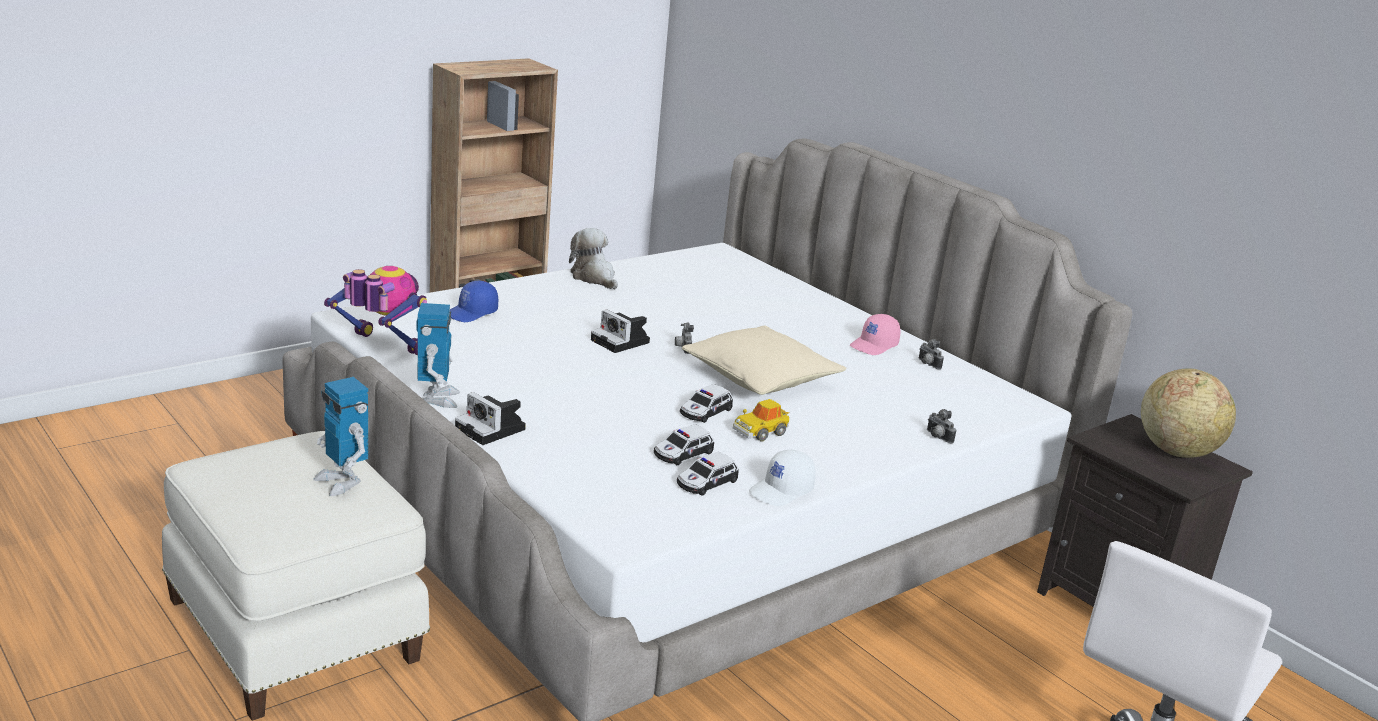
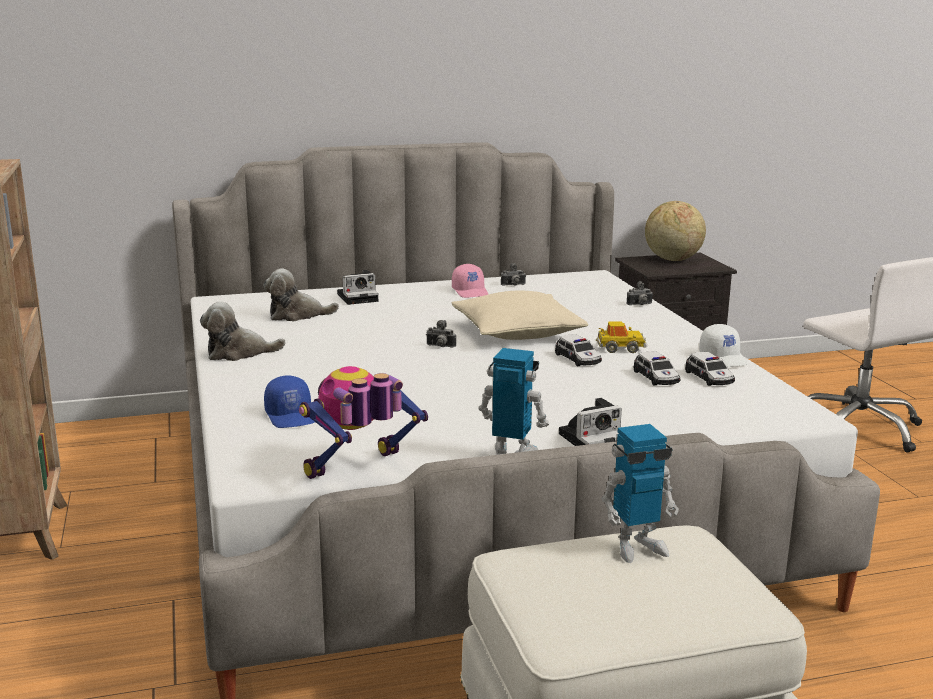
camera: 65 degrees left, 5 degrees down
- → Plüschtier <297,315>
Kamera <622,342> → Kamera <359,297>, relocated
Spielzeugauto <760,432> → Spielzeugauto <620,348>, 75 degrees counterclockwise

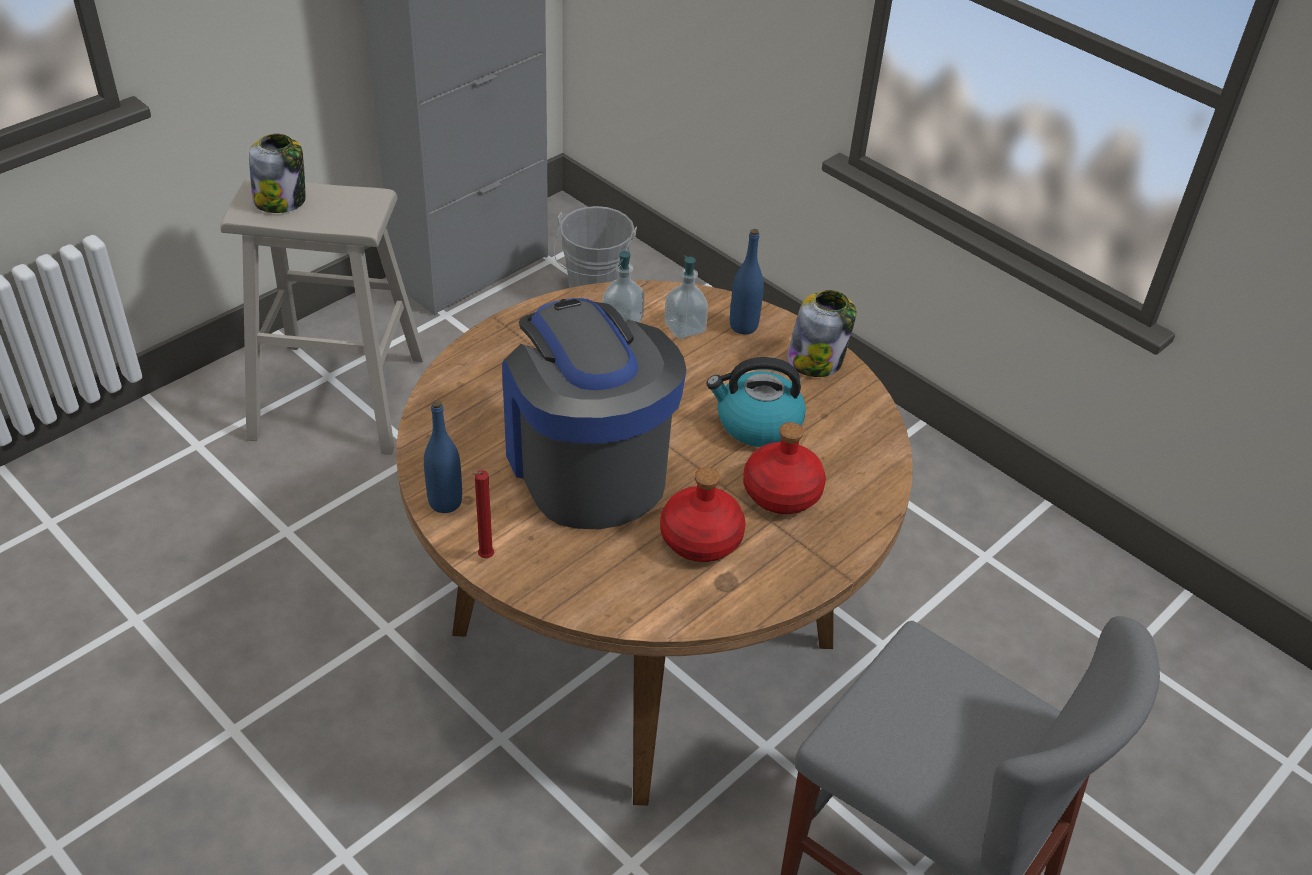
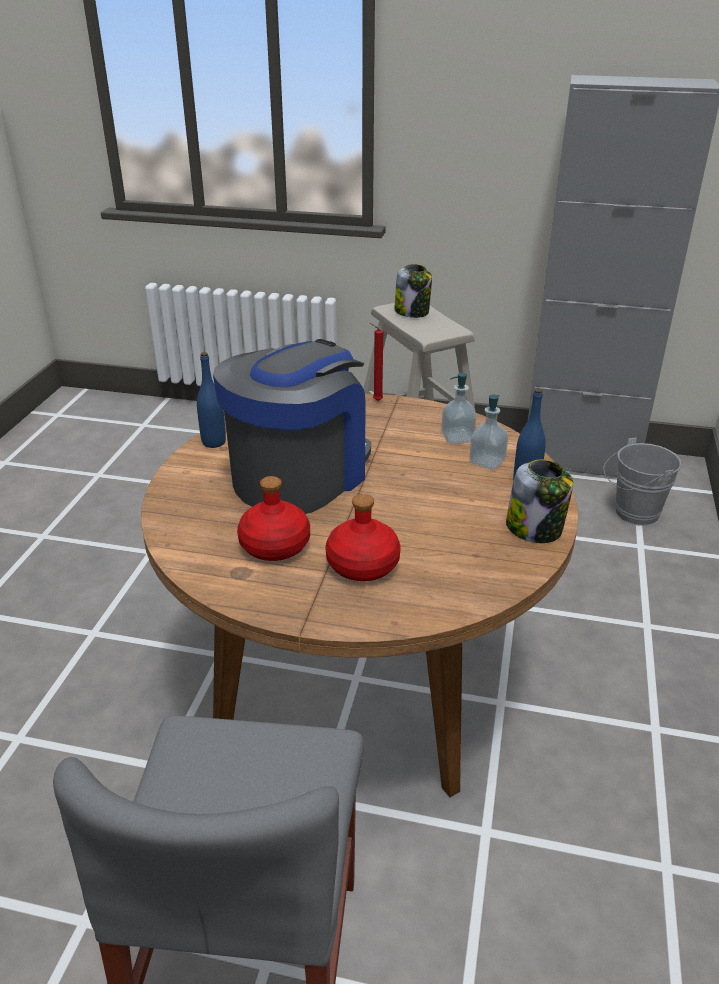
camera: 60 degrees right, 10 degrees down
Kerze [rot] <484,558> → Kerze [rot] <376,401>, relocated
Wasserkessel <757,423> → -

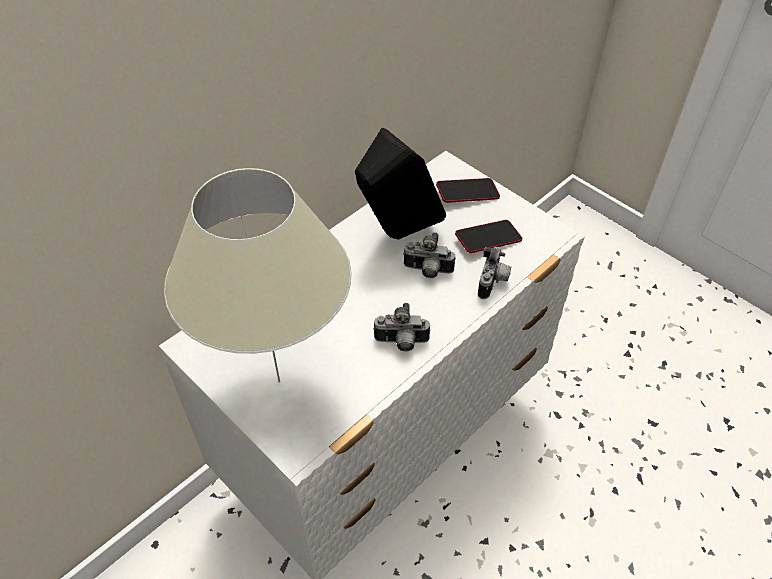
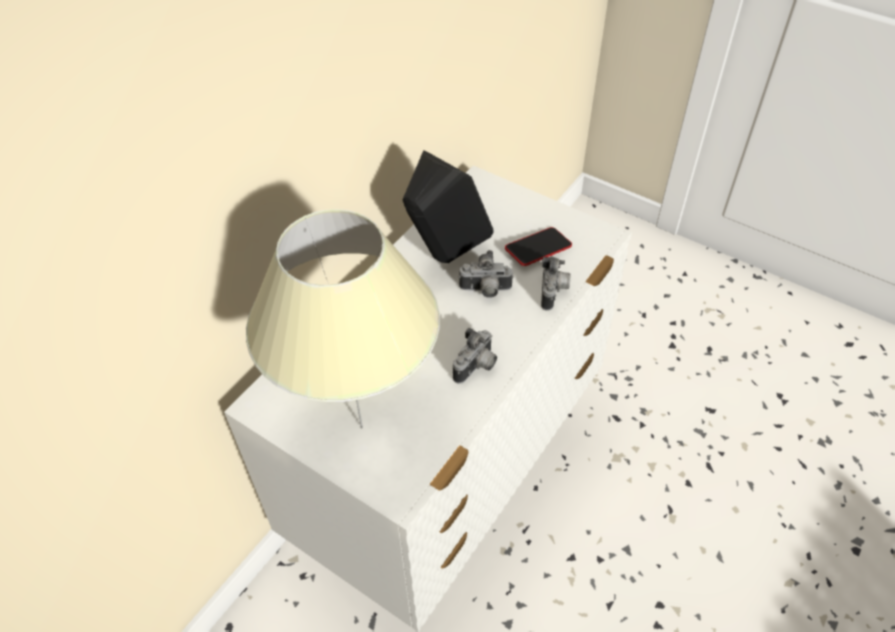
camera: 10 degrees left, 0 degrees up
Kamera <401,343> → Kamera <477,367>, 45 degrees counterclockwise
Handy <467,194> → -

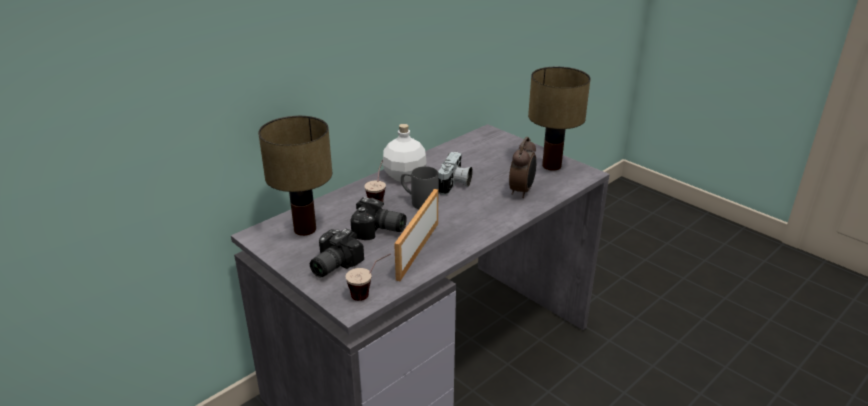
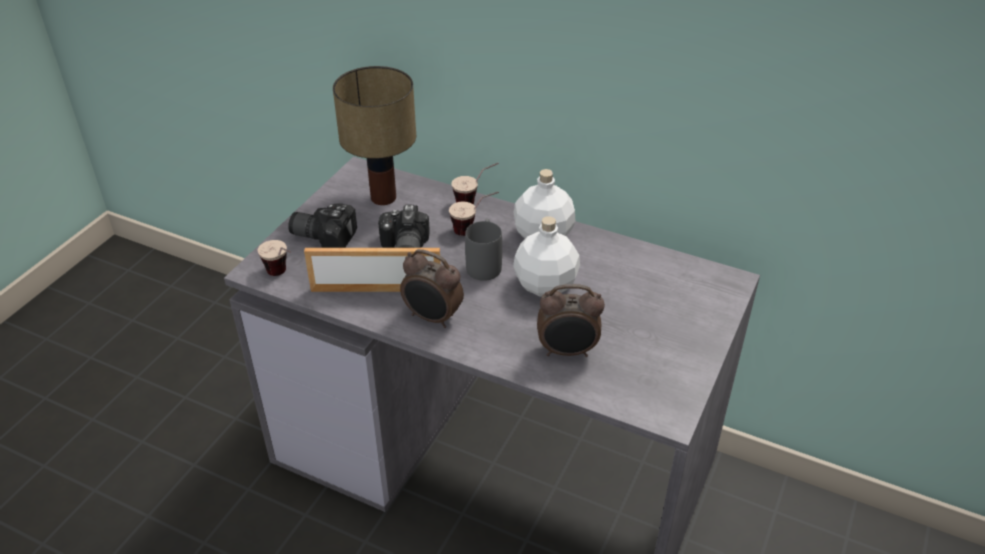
camera: 70 degrees right, 10 degrees up
- → Wecker <432,318>
- → Tasse <475,202>
Kamera <455,185> → Flasche [weiß] <546,284>
Tischlampe <551,166> → -

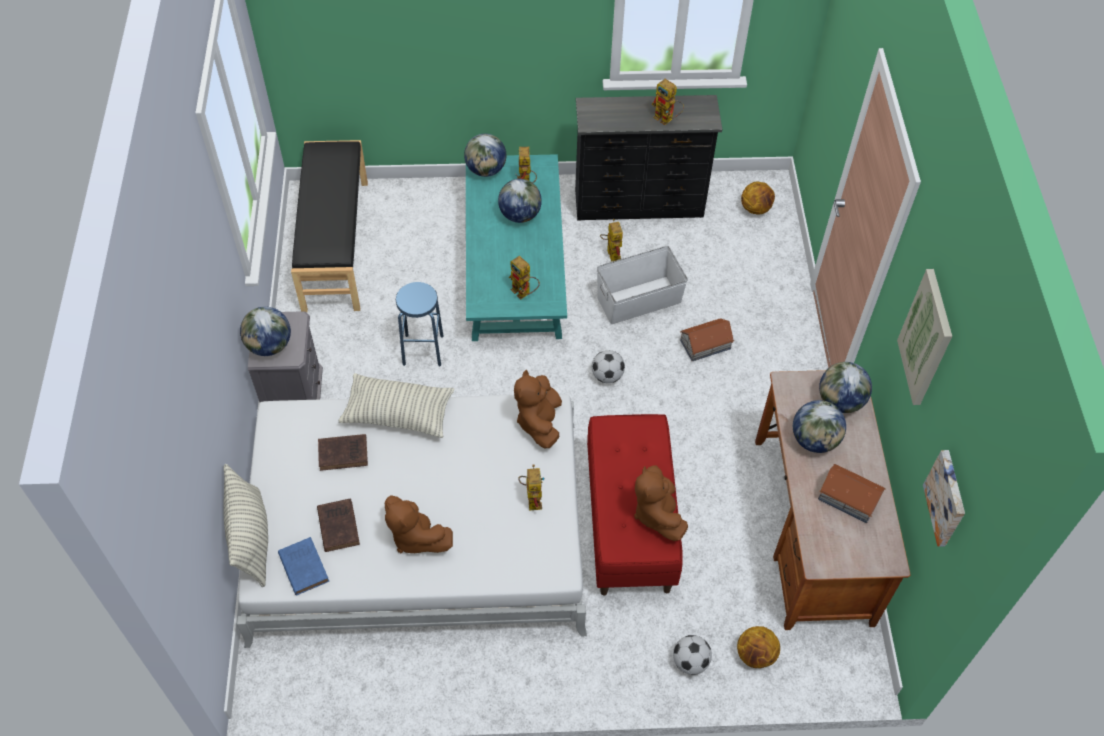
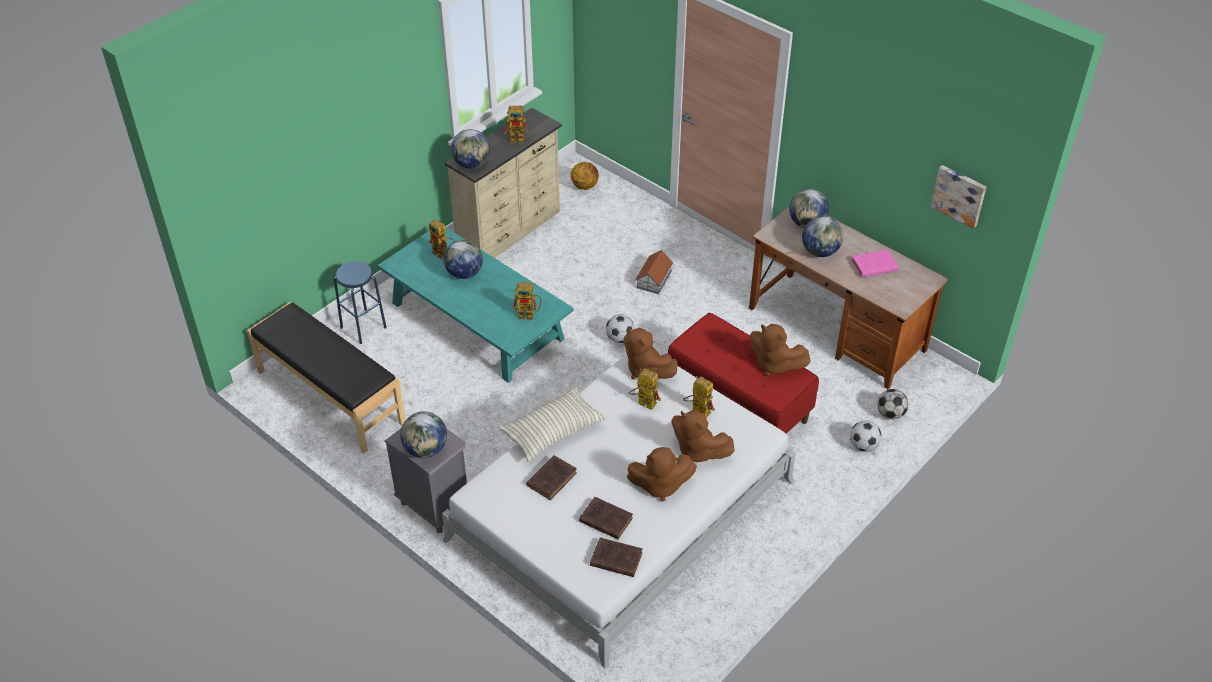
camera: 45 degrees left, 10 degrees down
Hocker [blau] <423,350> → Hocker [blau] <363,327>, relocated
Kommode [schwarz] <639,205> → Kommode [beige] <510,231>
Globus <486,170> → Globus <472,164>, relocated
Buch [blau] <303,566> → Buch [braun] <615,559>
Spielzeugroboter <611,252> → Spielzeugroboter <642,403>, relocated
- → Plüschtier [braun] <697,451>
Spielzeughaus <848,497> → Buch [rosa] <873,266>
Basketball <755,655> → Fußball <890,414>
Kissen <251,538> → -
Aufbewahrungsbox [weiß] <639,300> → -
Bild <926,338> → -

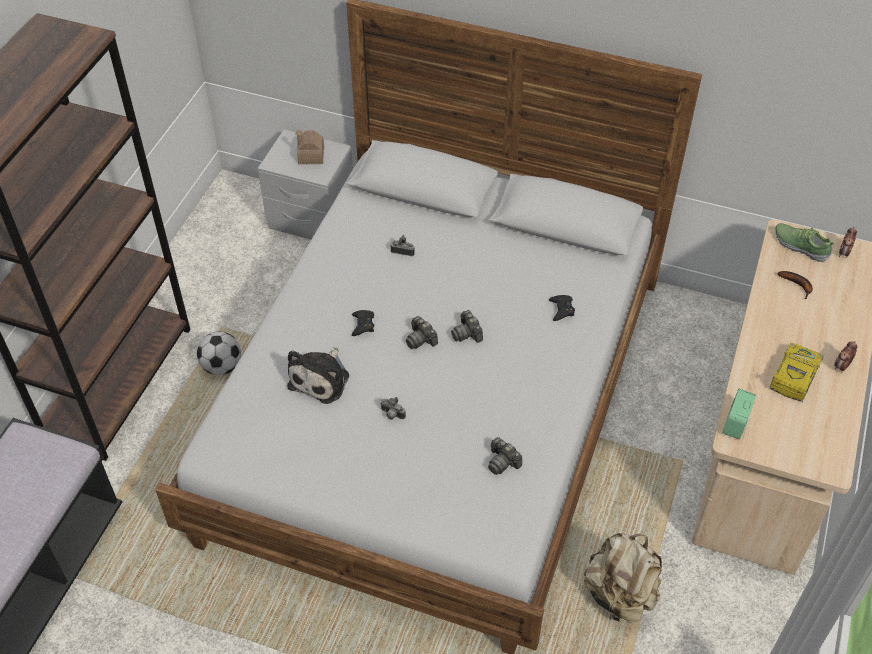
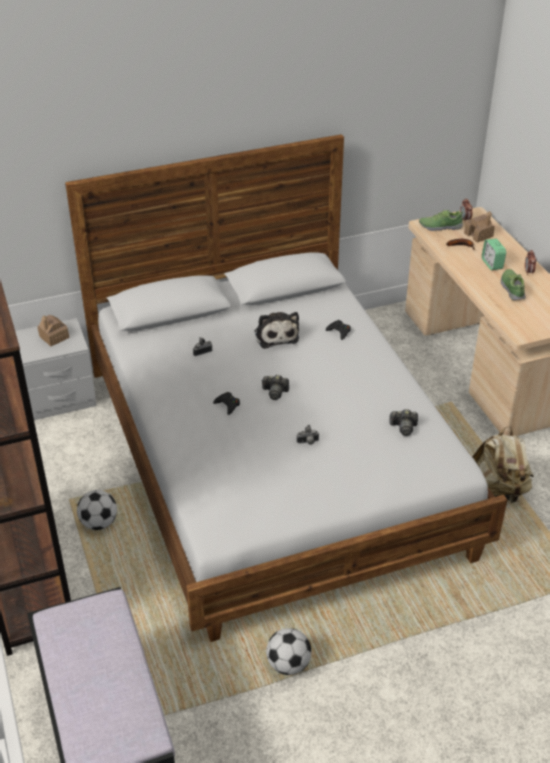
camera: 40 degrees left, 10 degrees down
Plüschtier <321,379> → Plüschtier <275,335>, relocated
- → Fußball <288,664>
- → Spielzeughaus <478,235>
Wecker <735,424> → Wecker <492,264>, relocated
Spielzeugauto <794,376> → Schuh <512,289>
Kamera <467,333> → -

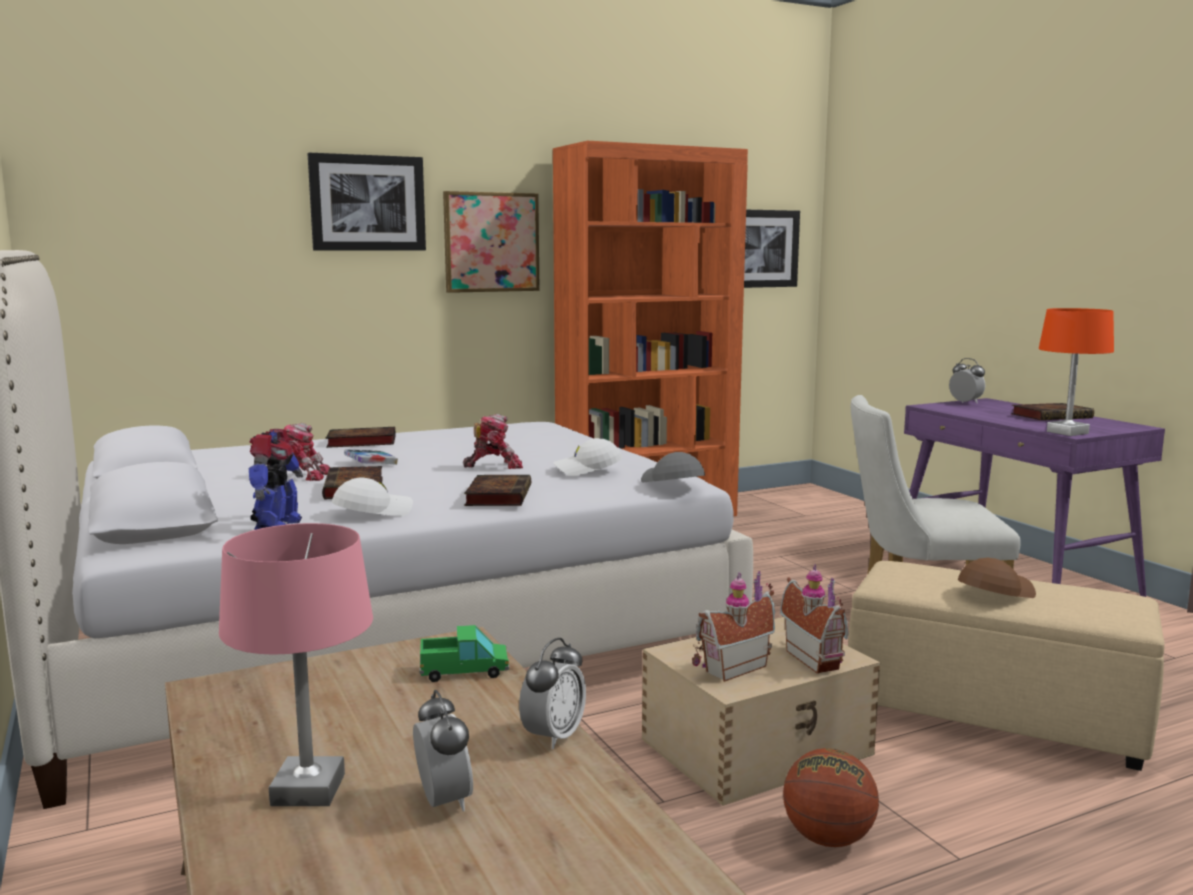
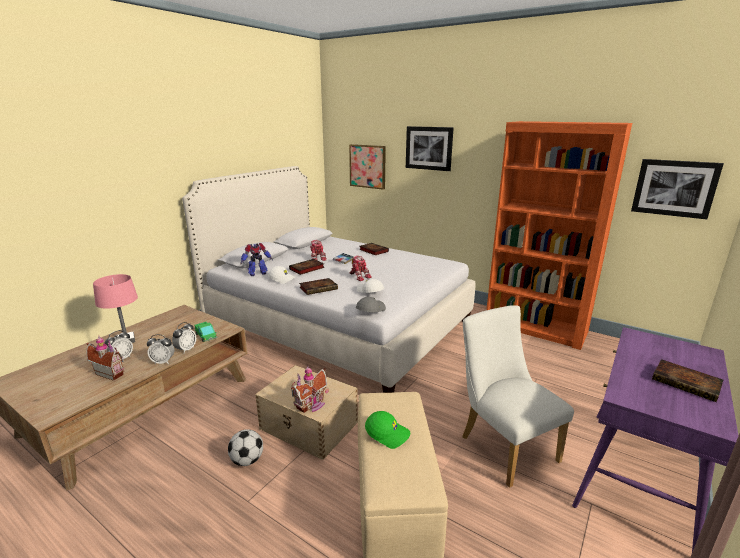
camera: 60 degrees right, 10 degrees up
Spielzeughaus <731,667> → Spielzeughaus <111,373>, relocated
Wecker <965,402> → Wecker <186,349>, relocated
Basketball <828,838> → Fußball <247,460>
Bild <491,242> → Bild <367,166>, relocated
Kappe [braun] <994,592> → Kappe [grün] <388,433>
Tischlampe [orange] <1067,432> → -

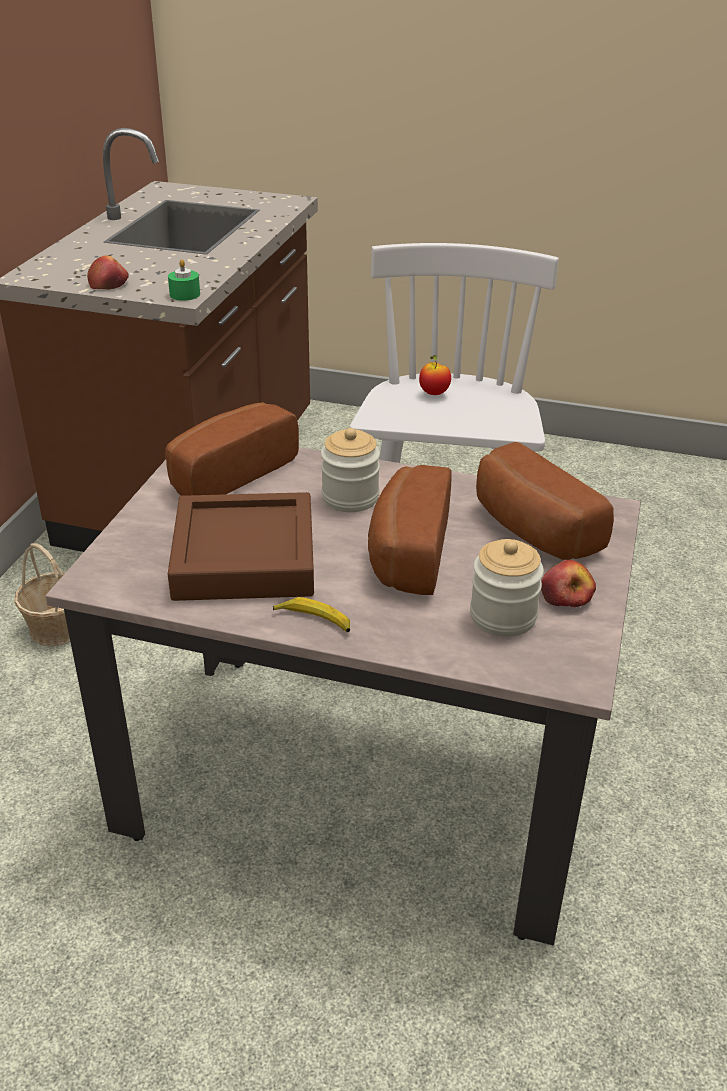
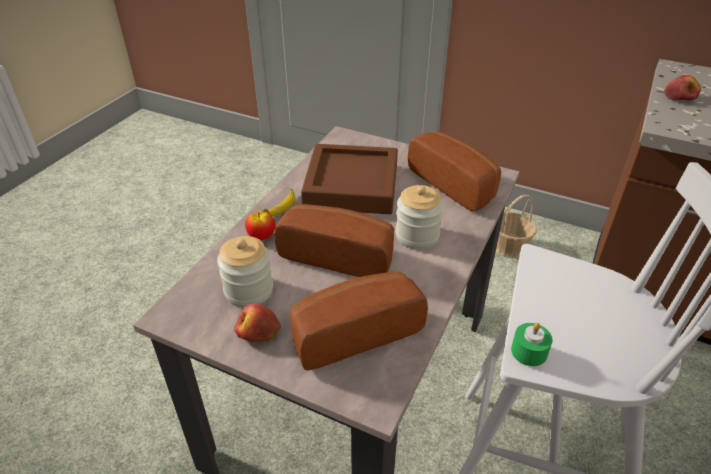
camera: 100 degrees right, 5 degrees up
Apfel <434,393> → Apfel <262,237>, relocated
Kerze [grün] <185,294> → Kerze [grün] <529,351>, relocated

